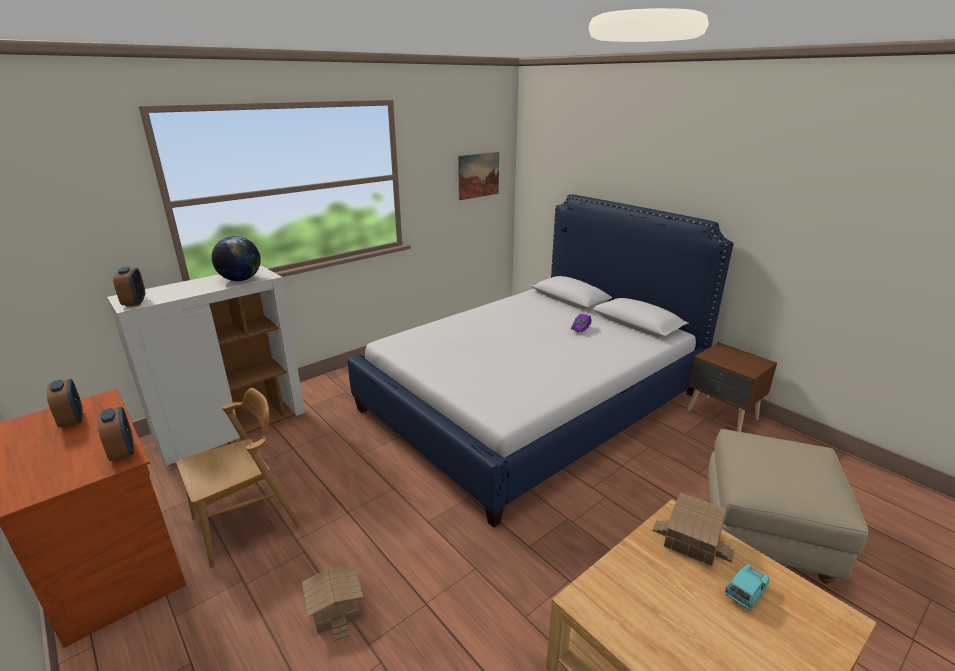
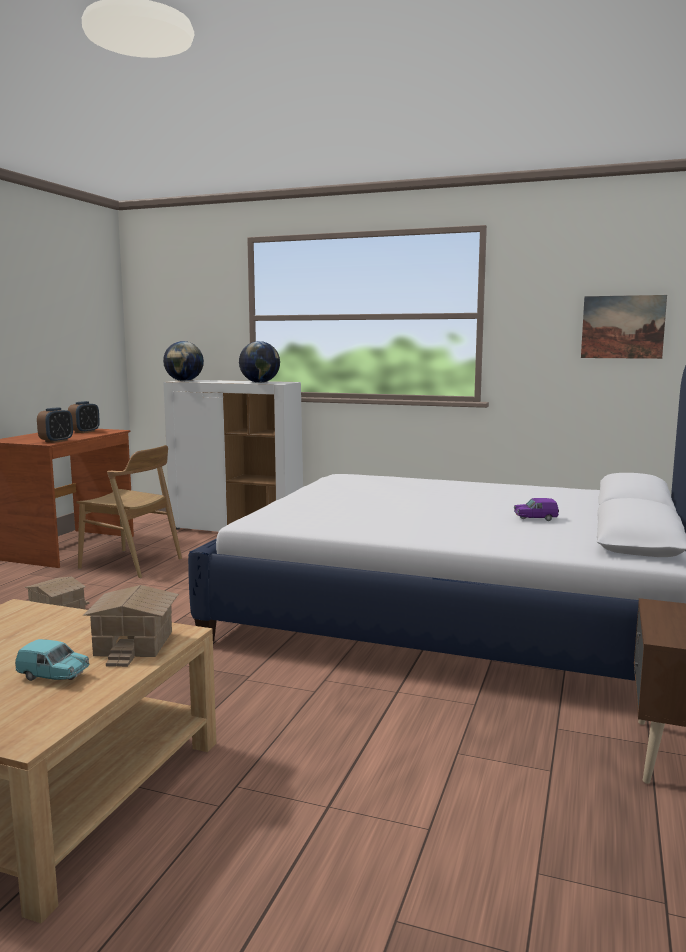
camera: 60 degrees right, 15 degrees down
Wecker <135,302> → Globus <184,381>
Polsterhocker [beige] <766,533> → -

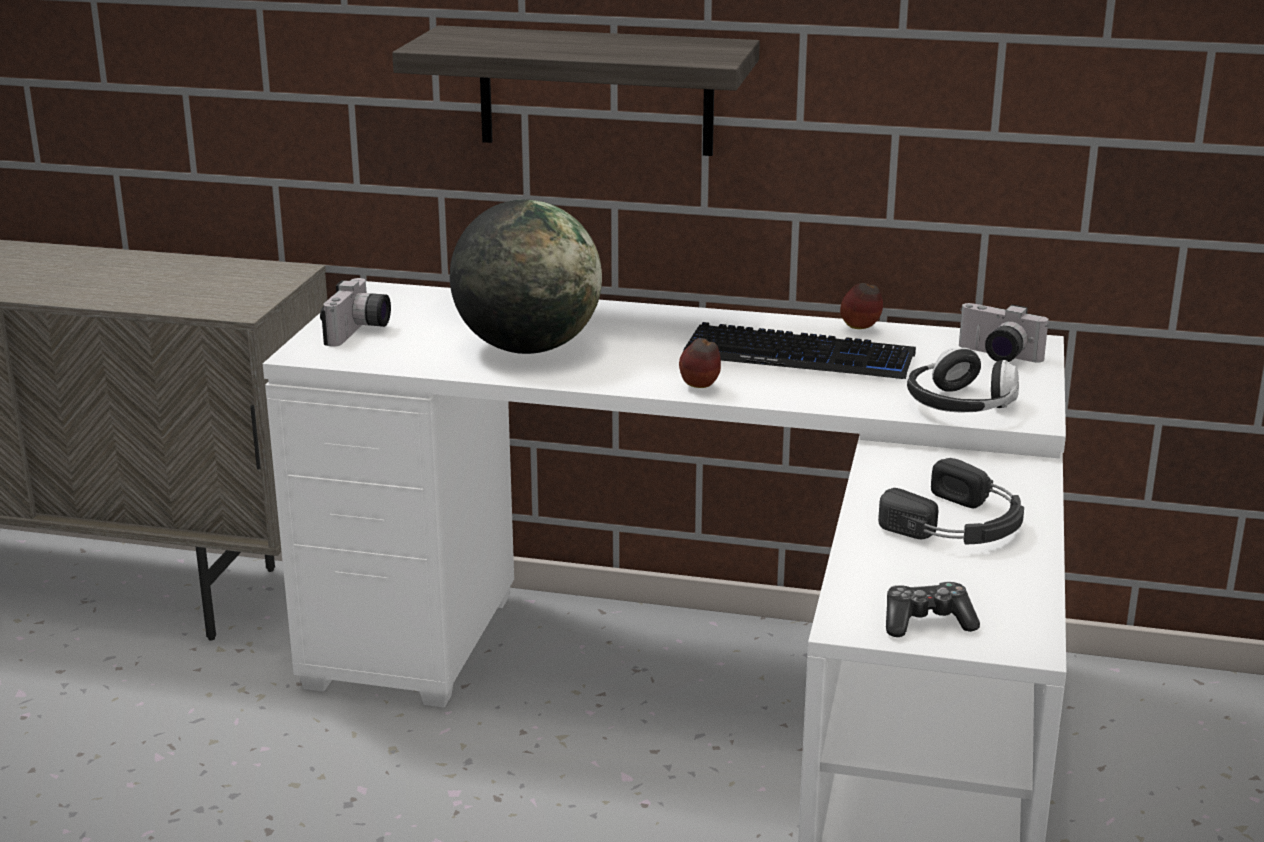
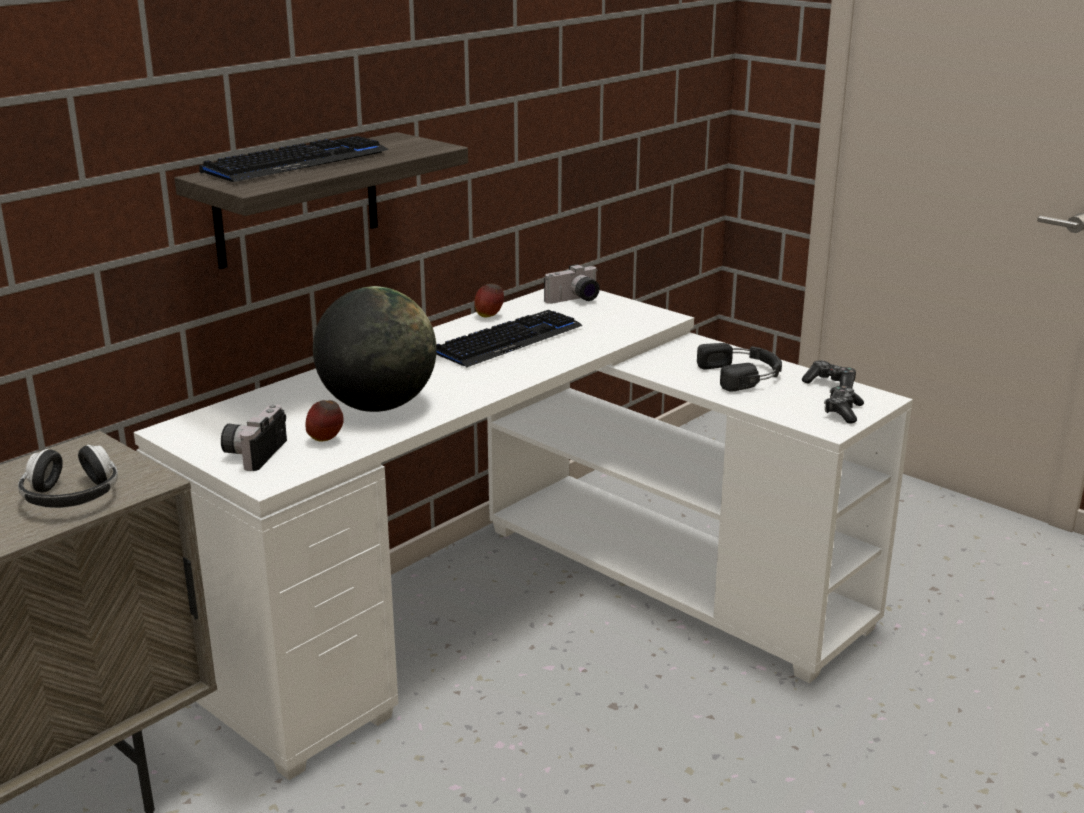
camera: 60 degrees left, 0 degrees up
Kopfhörer <960,406> → Kopfhörer <71,497>, relocated
- → Tastatur <297,163>
Kamera <360,332> → Kamera <253,452>, 120 degrees counterclockwise
Apfel <700,388> → Apfel <326,440>, relocated
- → Gamepad <830,384>

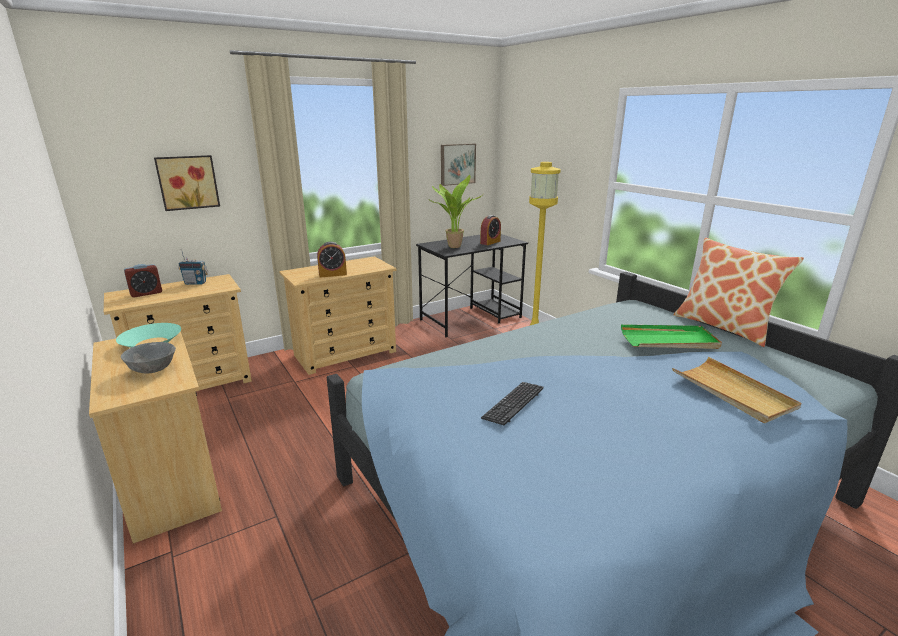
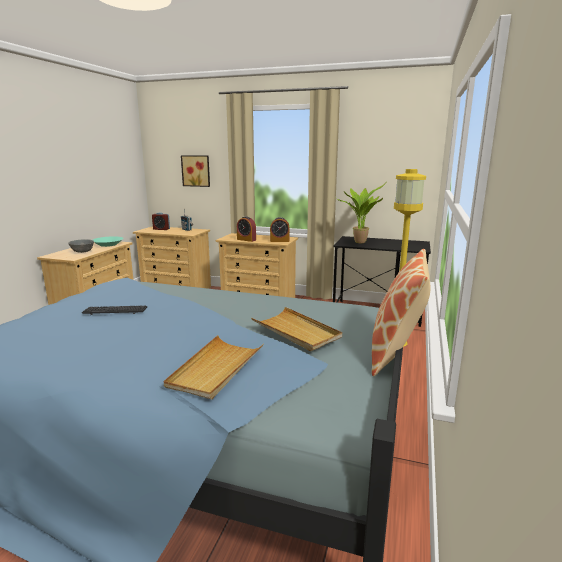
camera: 50 degrees right, 5 degrees down
Tablett [grün] <669,340> → Tablett [beige] <296,331>
Wecker <490,242> → Wecker <279,241>, relocated
Bild <457,164> → -

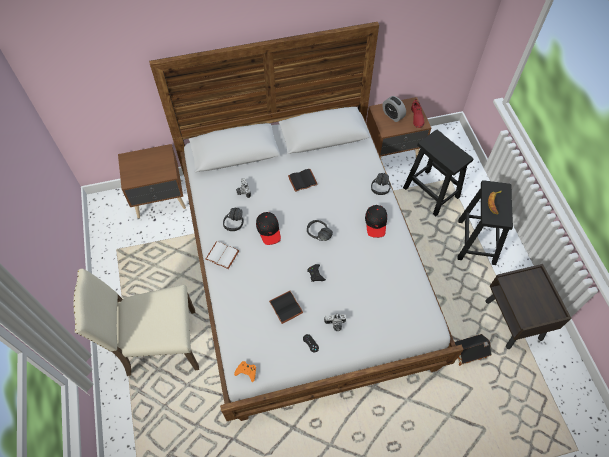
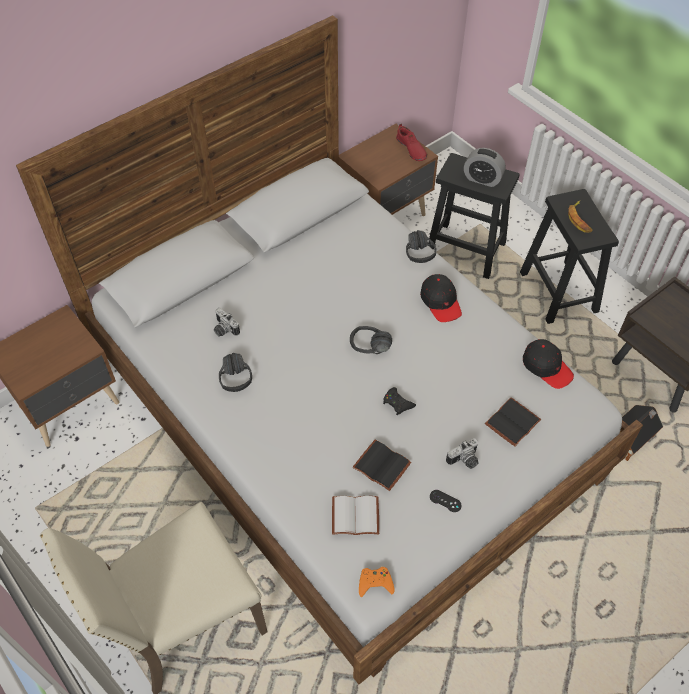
camera: 25 degrees left, 5 degrees down
Buch [weiß] <223,255> → Buch [weiß] <356,514>, relocated
Wecker <392,115> → Wecker <482,179>, relocated
Buch [schwarz] <302,180> → Buch [schwarz] <512,421>, relocated
Kappe [schwarz] <269,230> → Kappe [schwarz] <547,367>, relocated

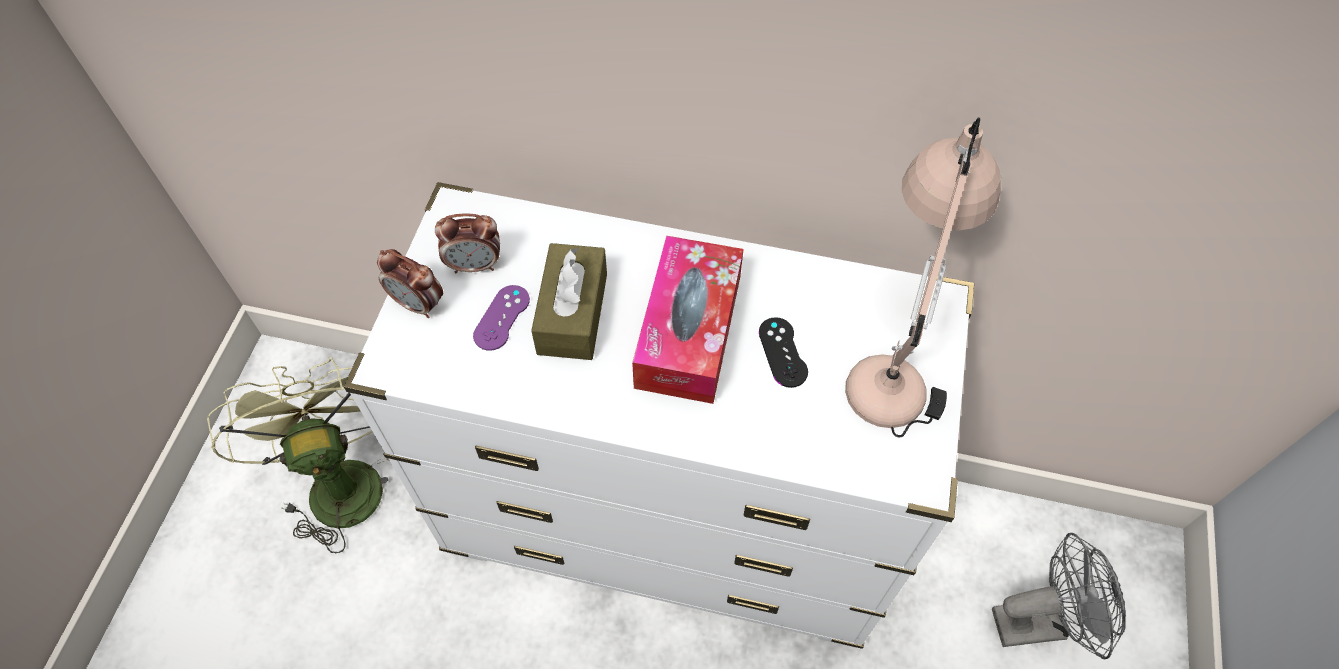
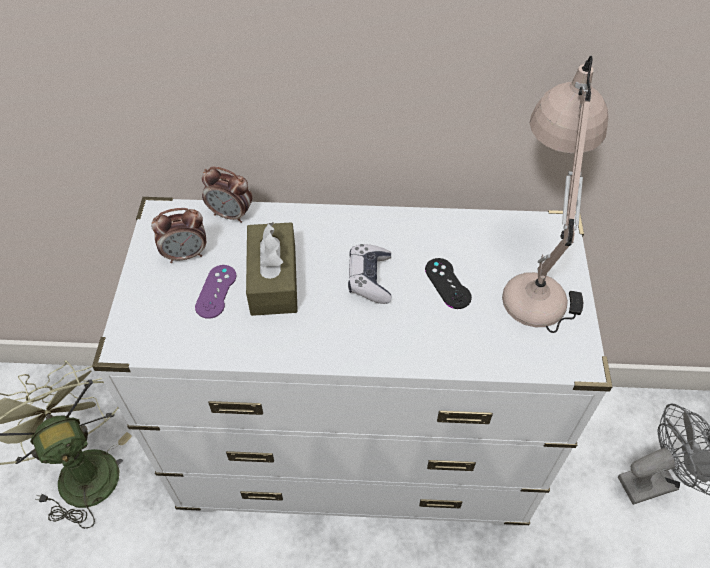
camera: 10 degrees left, 5 degrees down
Wecker <418,304> → Wecker <231,214>, relocated
Taschentuchbox <688,331> → Gamepad <370,279>

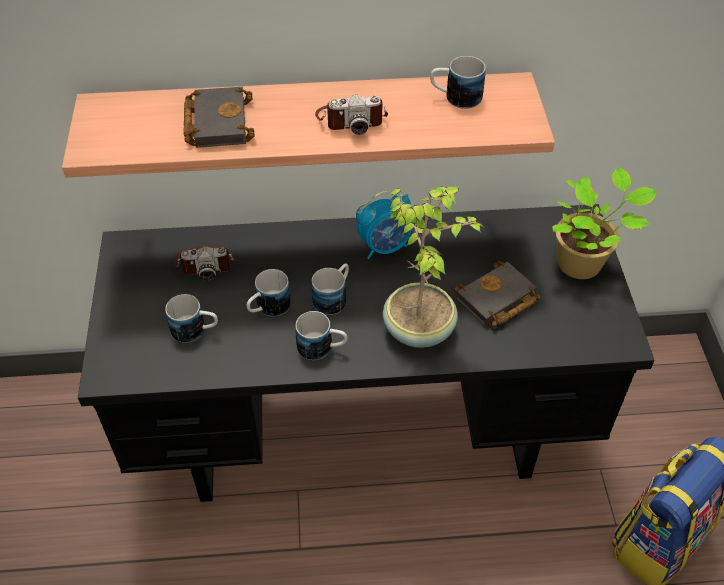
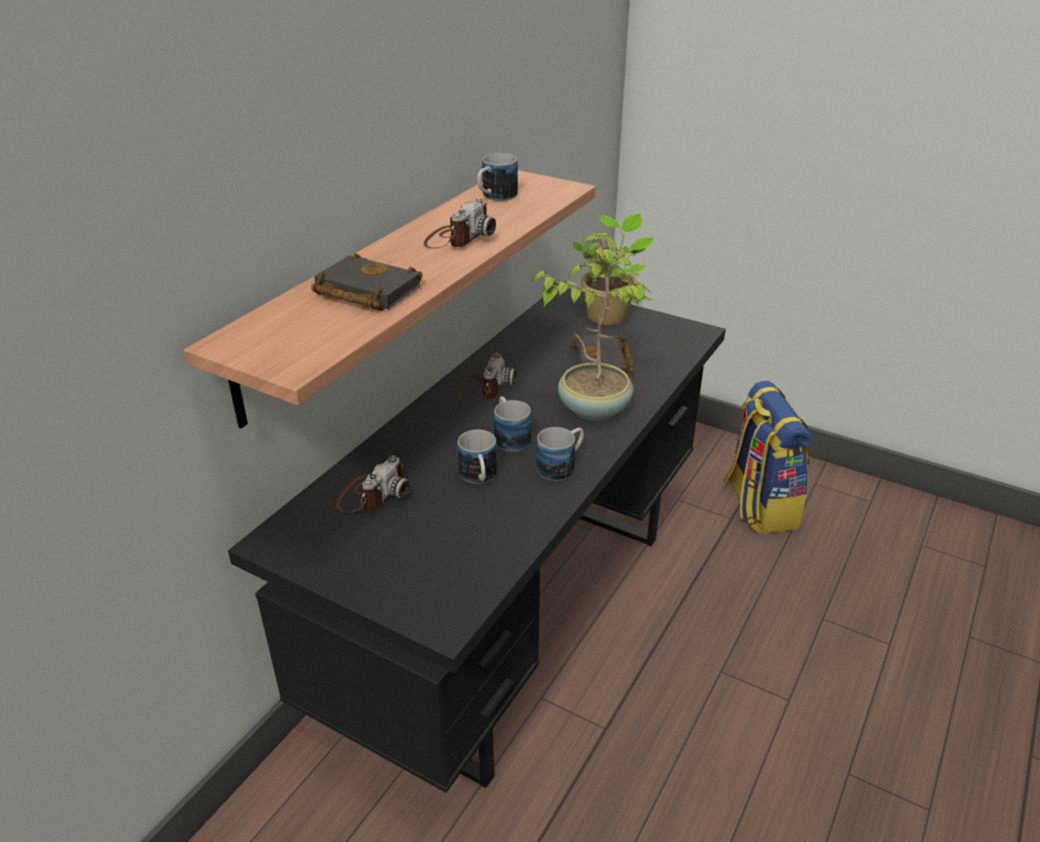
camera: 55 degrees left, 15 degrees down
Wecker <384,246> → Kamera <483,388>
Henkelbecher <196,331> → -

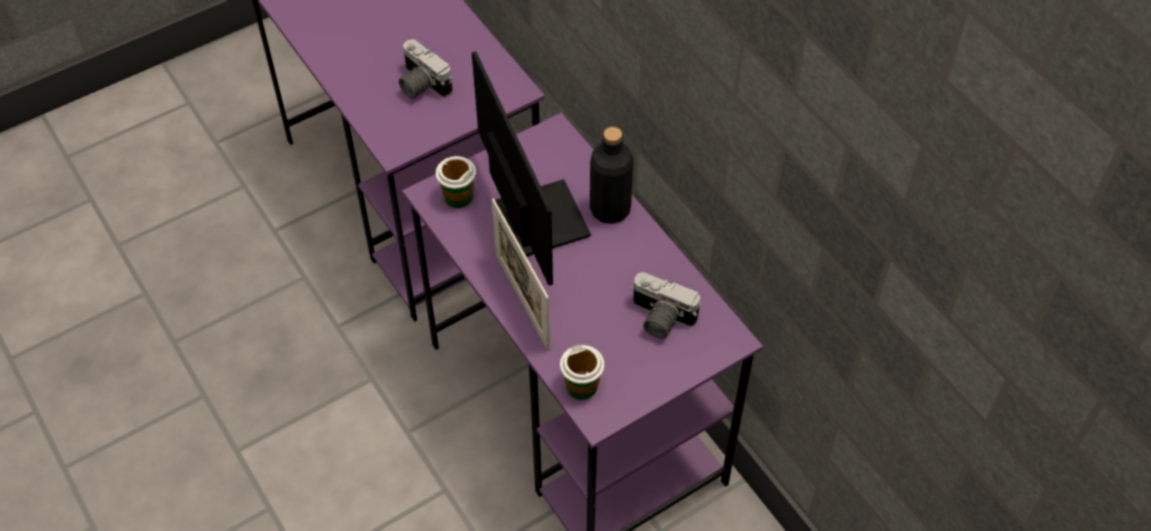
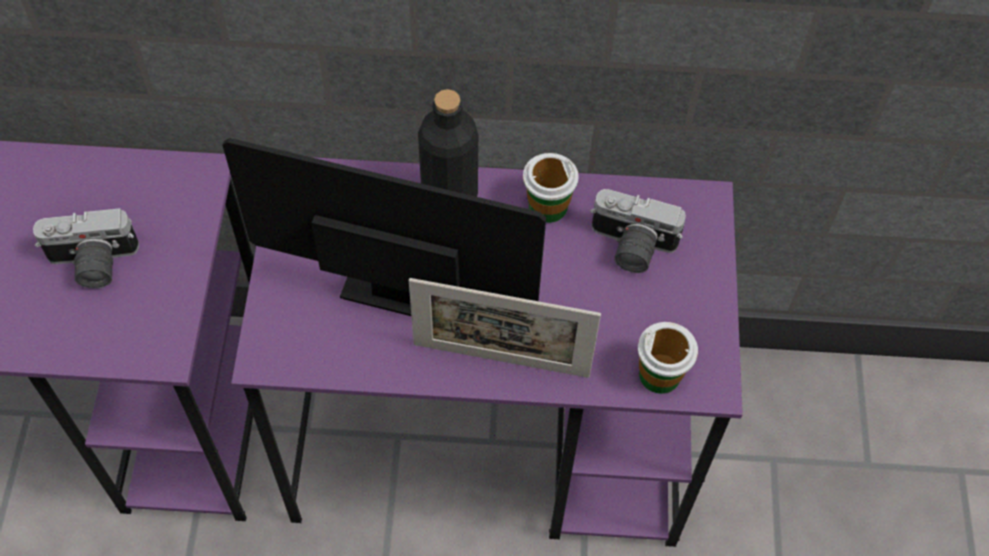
camera: 55 degrees left, 5 degrees up
Tasse <458,196> → Tasse <547,206>, relocated
Kamera <659,319> → Kamera <630,247>, 45 degrees clockwise

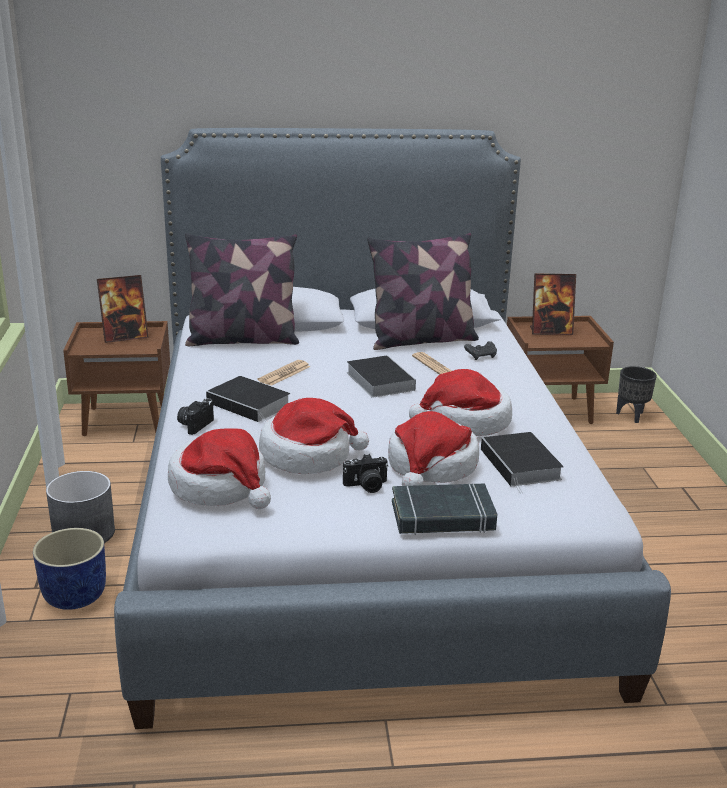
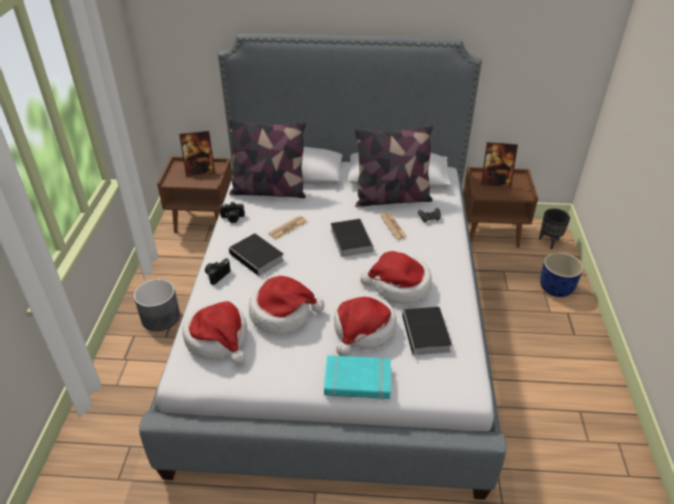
camera: 10 degrees right, 15 degrees up
Kamera <366,486> → Kamera <232,218>, relocated
Buch [schwarz] <442,516> → Buch [türkis] <357,381>
Pflanzkübel [blau] <75,596> → Pflanzkübel [blau] <556,288>, relocated

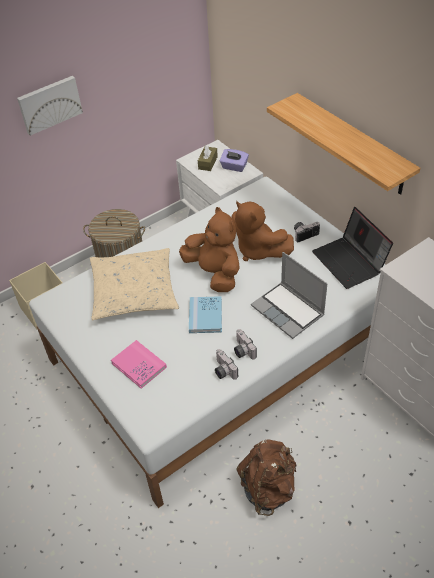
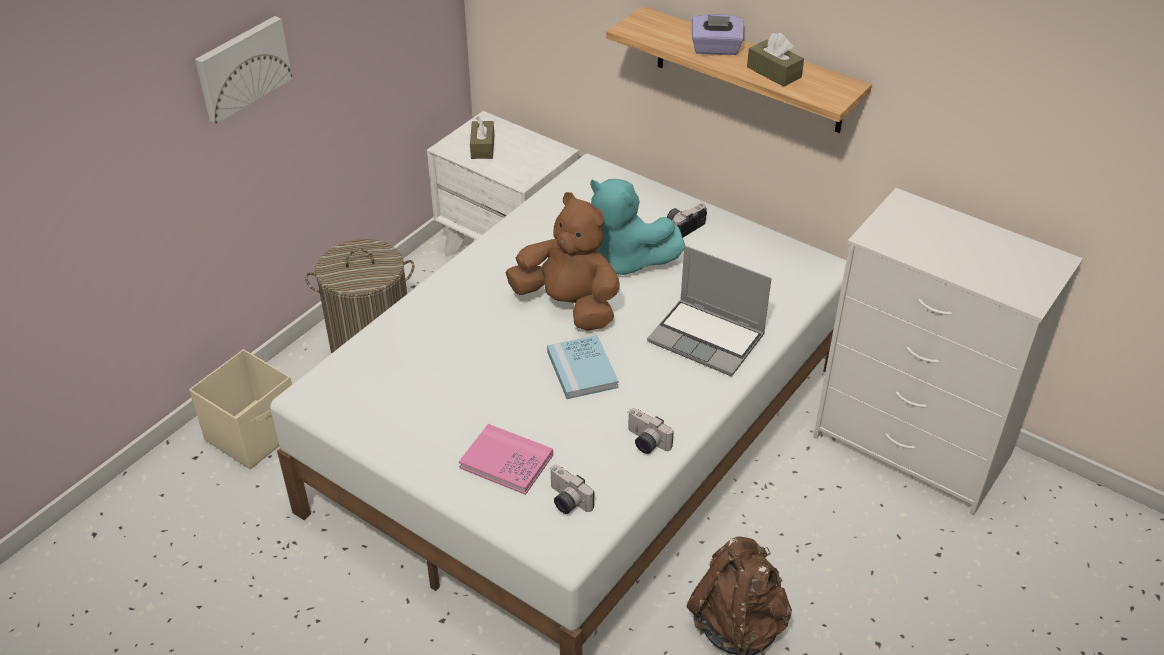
camera: 20 degrees left, 5 degrees down
Kamera <242,350> → Kamera <566,501>, relocated
Plüschtier [braun] <257,250> → Plüschtier [türkis] <621,261>
Taschentuchbox [lila] <234,167> → Taschentuchbox [lila] <716,49>, relocated
- → Taschentuchbox [braun] <774,72>
Kissen [beige] <134,291> → -
Laptop <350,262> → -

